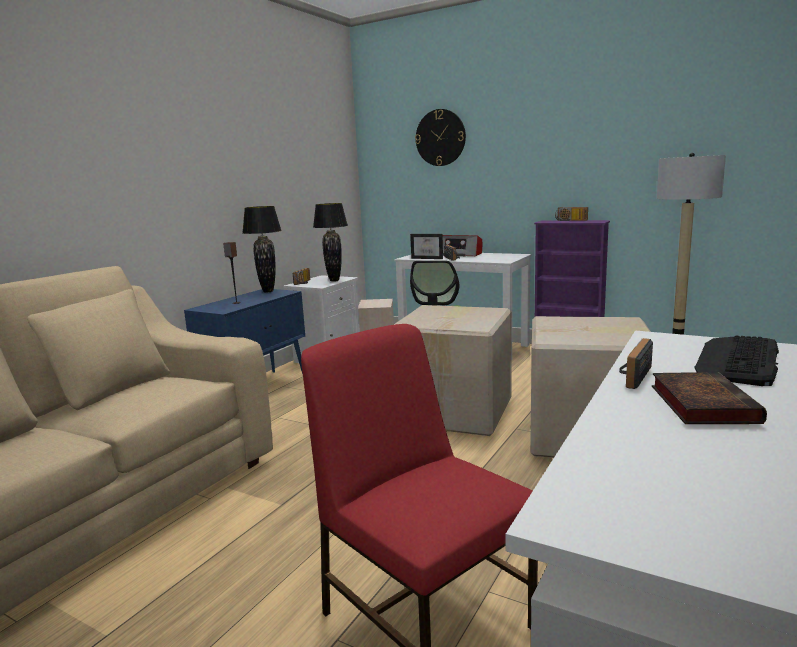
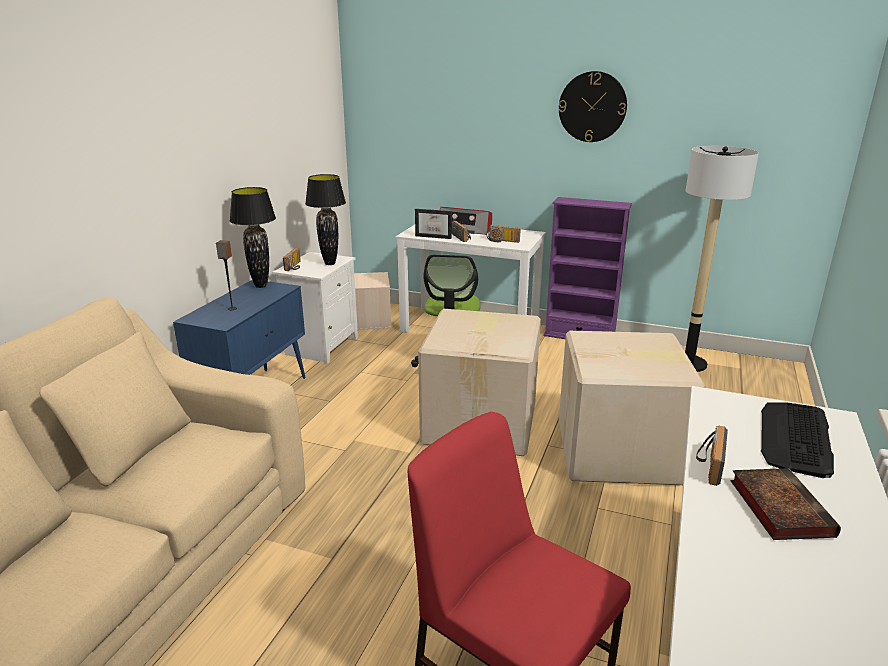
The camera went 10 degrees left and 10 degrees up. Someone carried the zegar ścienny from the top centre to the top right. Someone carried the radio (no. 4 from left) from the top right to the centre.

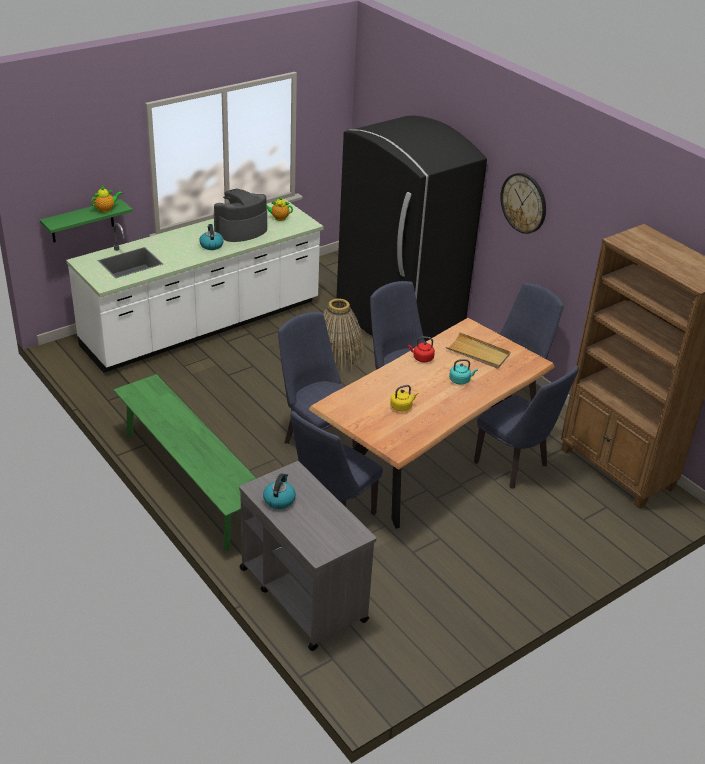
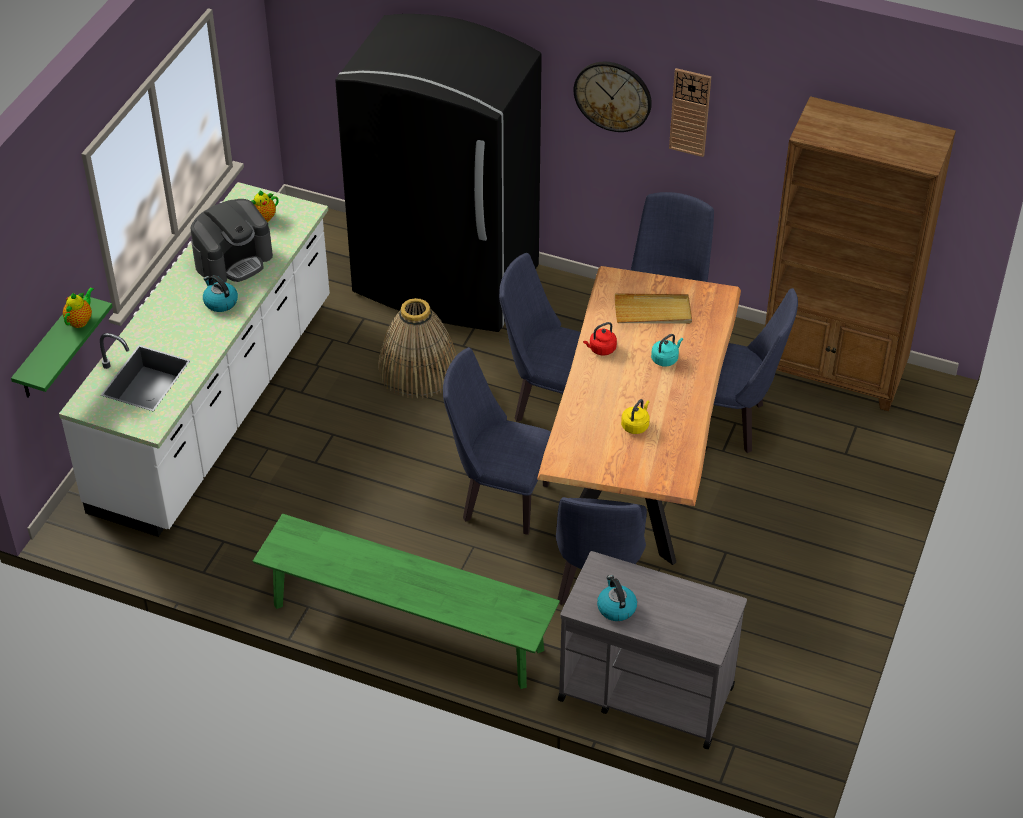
The camera went 30 degrees left and 10 degrees up. Someone put up the zegar ścienny (no. 2 from left) at the top right. Someone rotated the ekspres do kawy at the top centre by 150 degrees counterclockwise.

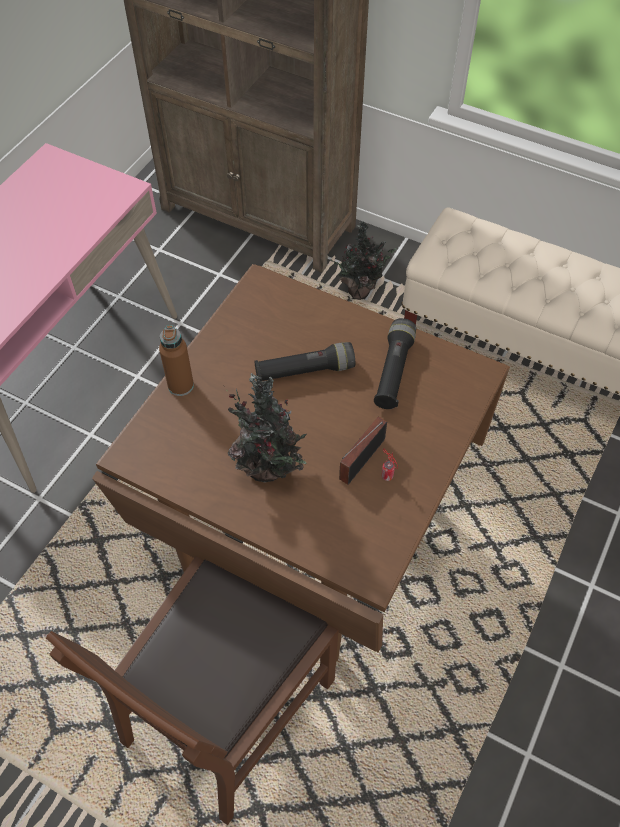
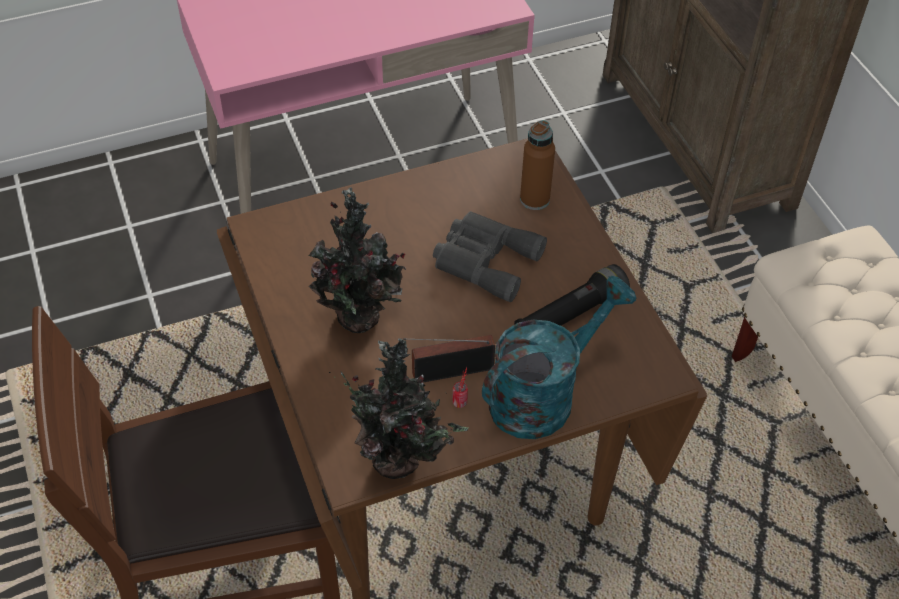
The camera went 40 degrees right and 5 degrees down. Someone put down the konewka (turkusowy) at the centre. Someone carried the butelka (brązowy) from the middle left to the top centre. Someone carried the roślina doniczkowa (no. 2 from left) from the top centre to the bottom centre. Someone swapped the latarka (czarny) (no. 1 from left) at the centre for the lornetka (szary) at the centre.

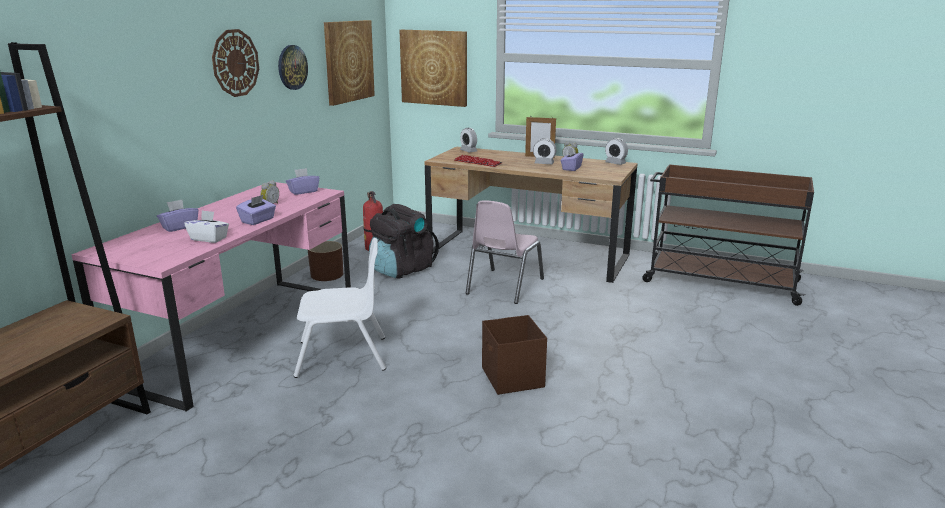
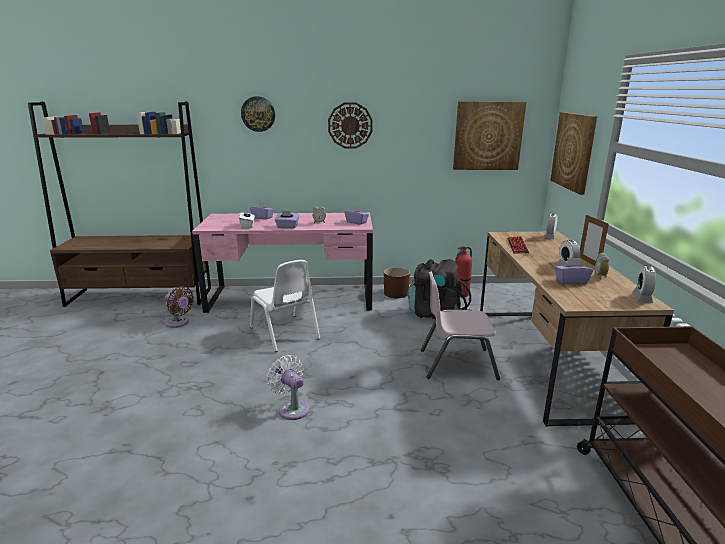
The camera went 65 degrees right and 0 degrees up. Someone put down the wentylator (brązowy) at the middle left. Someone carried the zegar ścienny (no. 2 from left in the first image) from the top left to the top centre. Someone swapped the pojemnik do przechowywania (brązowy) at the bottom centre for the wentylator (biały) at the bottom centre.

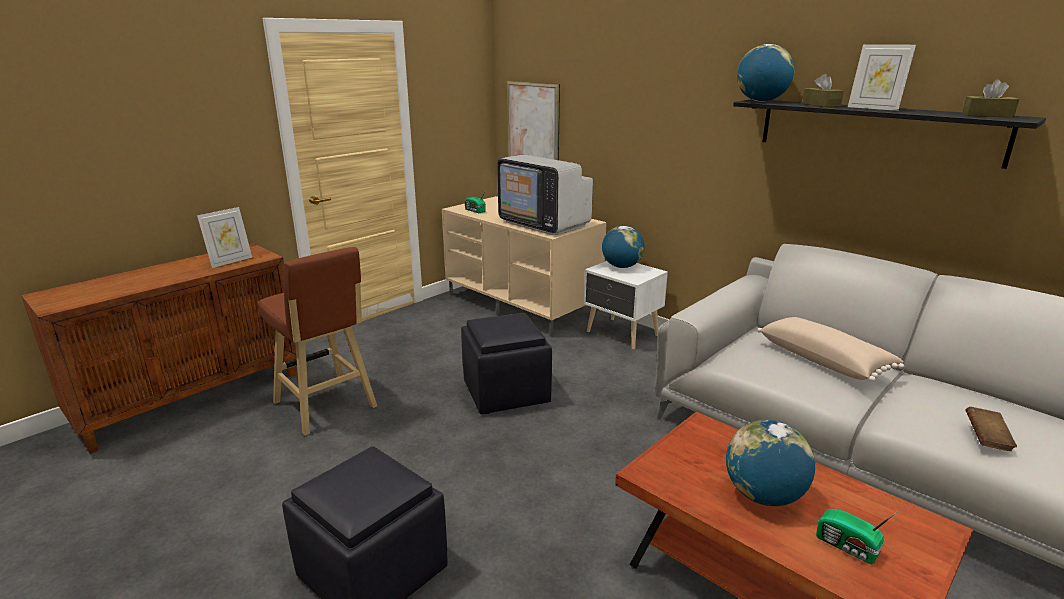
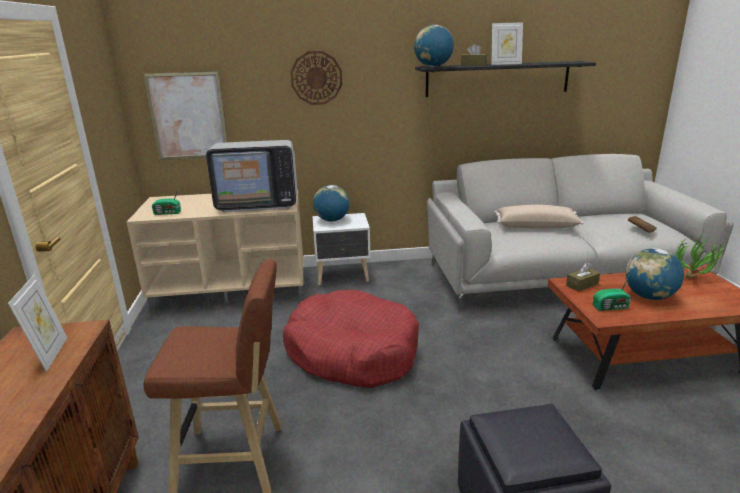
The camera went 50 degrees left and 0 degrees up. Someone put up the zegar ścienny at the top centre. Someone put down the roślina doniczkowa at the middle right. Someone carried the radio (no. 2 from left) from the bottom right to the middle right. Someone carried the pudełko chusteczek (brązowy) (no. 2 from left) from the top right to the middle right. Someone swapped the pufa (czarny) (no. 2 from left) at the centre for the legowisko (czerwony) at the bottom centre.

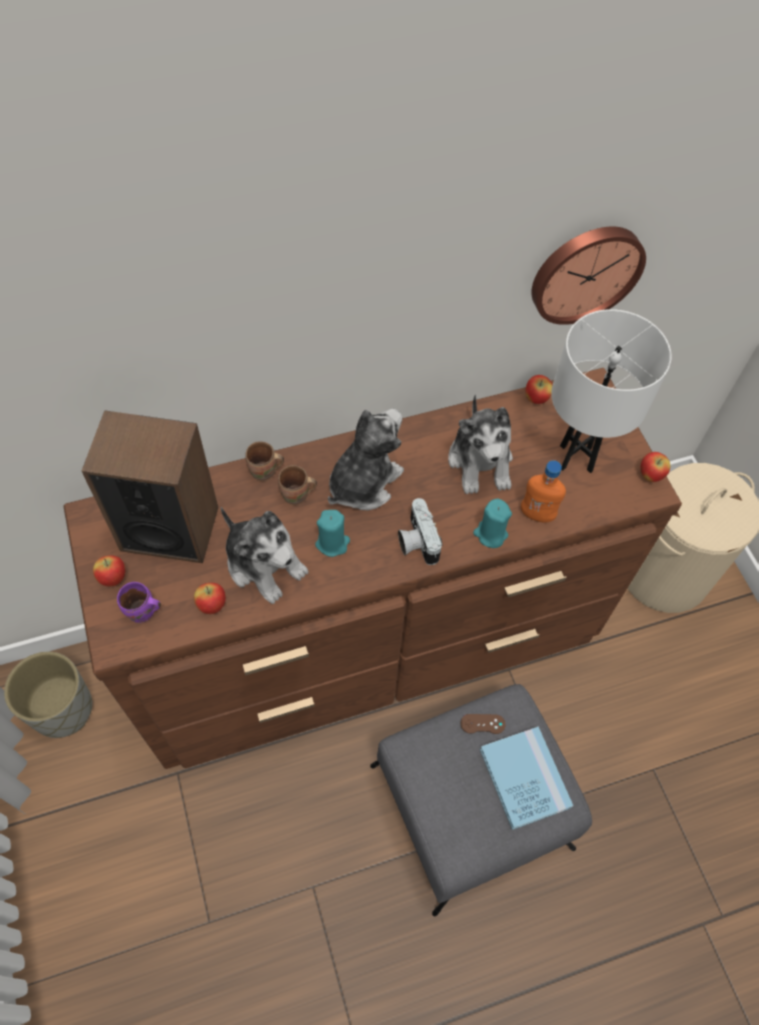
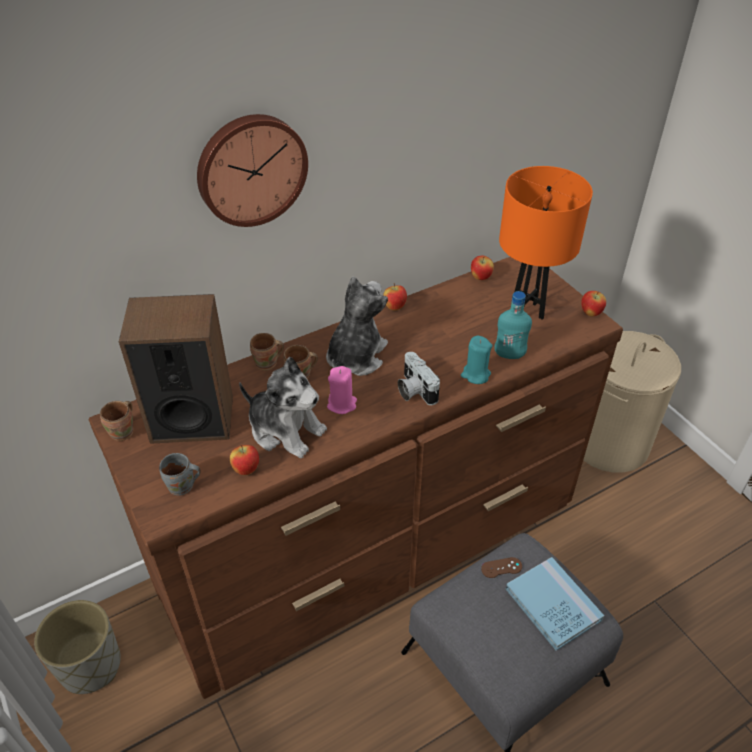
The camera went 10 degrees left and 15 degrees down. Someone took away the pluszak (no. 3 from left) at the centre. Someone put down the kubek (brązowy) (no. 1 from left) at the middle left. Someone carried the jabłko (no. 1 from left in the first image) from the middle left to the centre. Someone carried the zegar ścienny from the top right to the top centre. Someone repainted the kubek (fioletowy) at the middle left, which became the kubek (szary) at the middle left. Someone repainted the świeca (turkusowy) (no. 1 from left) at the centre, which became the świeca (różowy) at the centre. Someone repainted the butelka (pomarańczowy) at the middle right, which became the butelka (turkusowy) at the middle right. Someone repainted the lampa stołowa (biały) at the middle right, which became the lampa stołowa (pomarańczowy) at the top right.

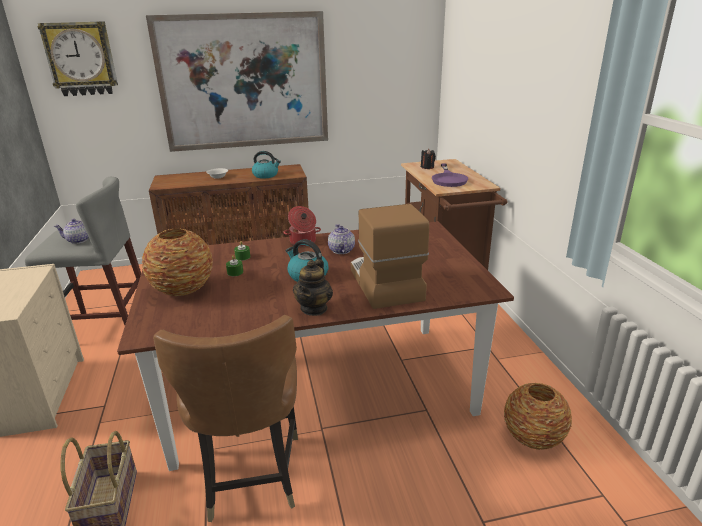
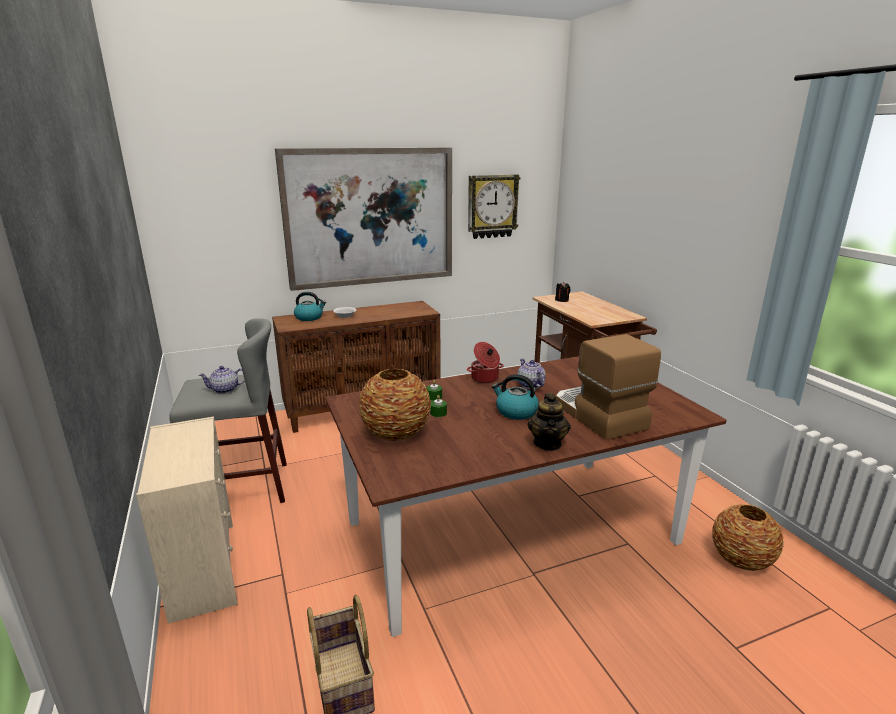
The camera went 10 degrees left and 5 degrees down. Someone took away the krzesło (brązowy) at the bottom left. Someone took away the patelnia (fioletowy) at the top centre. Someone carried the zegar ścienny from the top left to the top centre. Someone carried the czajnik (no. 1 from left) from the top centre to the centre.

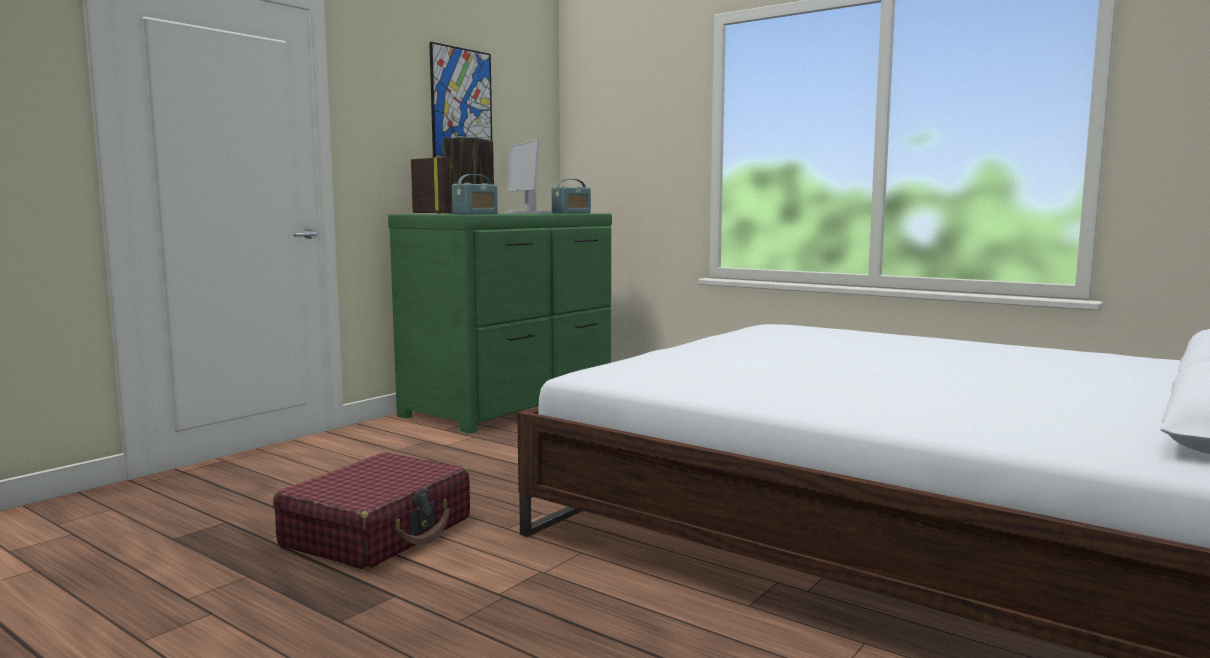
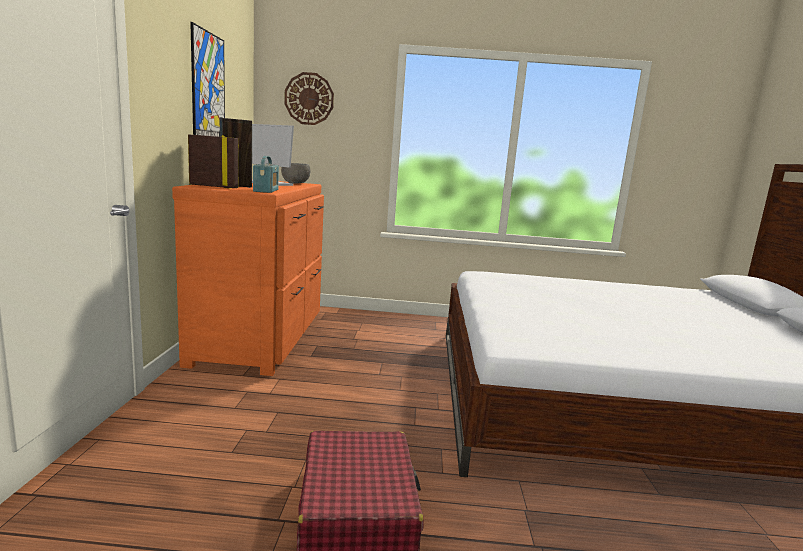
The camera went 35 degrees left and 5 degrees up. Someone put up the zegar ścienny at the top centre. Someone swapped the radio (no. 2 from left) at the top centre for the miska (szary) at the top centre. Someone repainted the komoda (zielony) at the centre, which became the komoda (pomarańczowy) at the middle left.

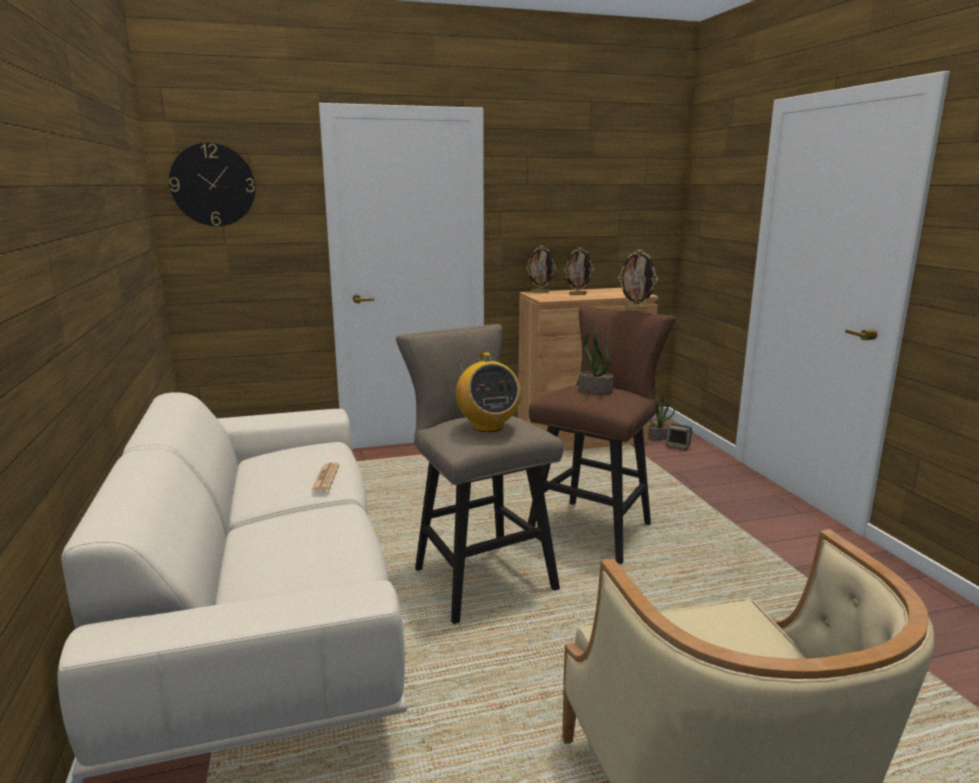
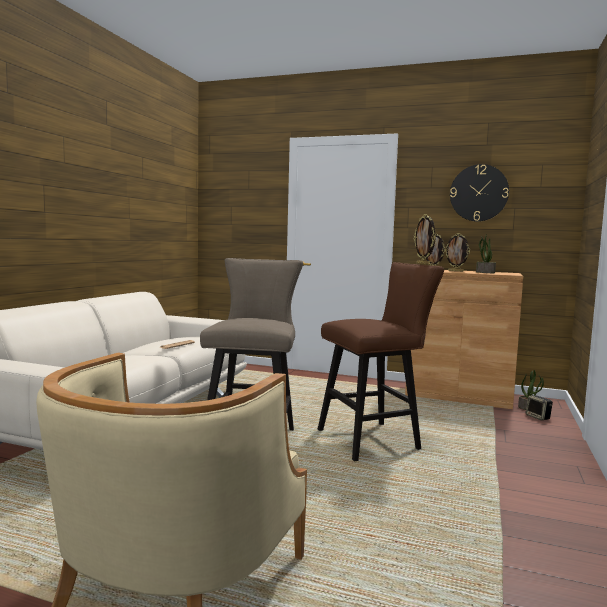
The camera went 35 degrees right and 10 degrees down. Someone took away the radio at the centre. Someone carried the zegar ścienny from the top left to the top right. Someone carried the roślina doniczkowa (no. 1 from left) from the centre to the middle right.

